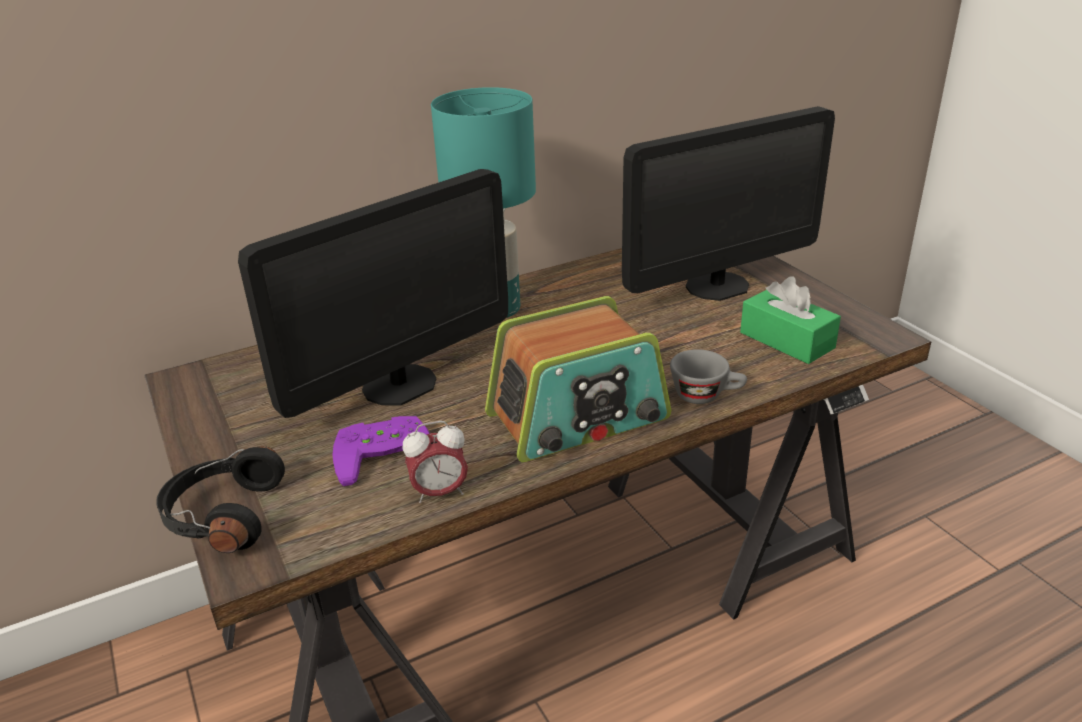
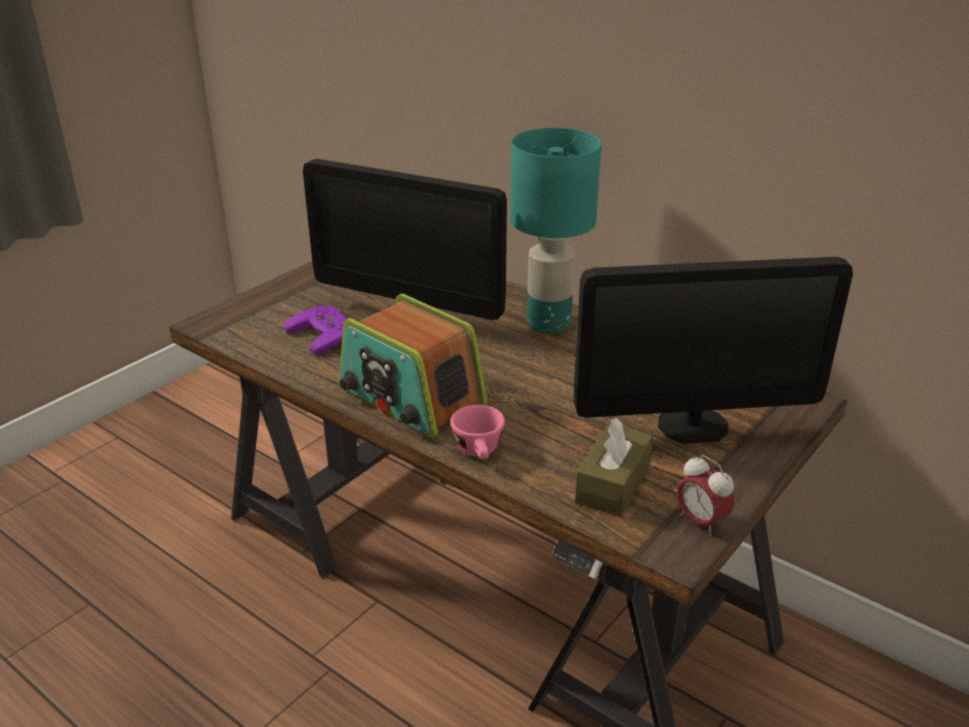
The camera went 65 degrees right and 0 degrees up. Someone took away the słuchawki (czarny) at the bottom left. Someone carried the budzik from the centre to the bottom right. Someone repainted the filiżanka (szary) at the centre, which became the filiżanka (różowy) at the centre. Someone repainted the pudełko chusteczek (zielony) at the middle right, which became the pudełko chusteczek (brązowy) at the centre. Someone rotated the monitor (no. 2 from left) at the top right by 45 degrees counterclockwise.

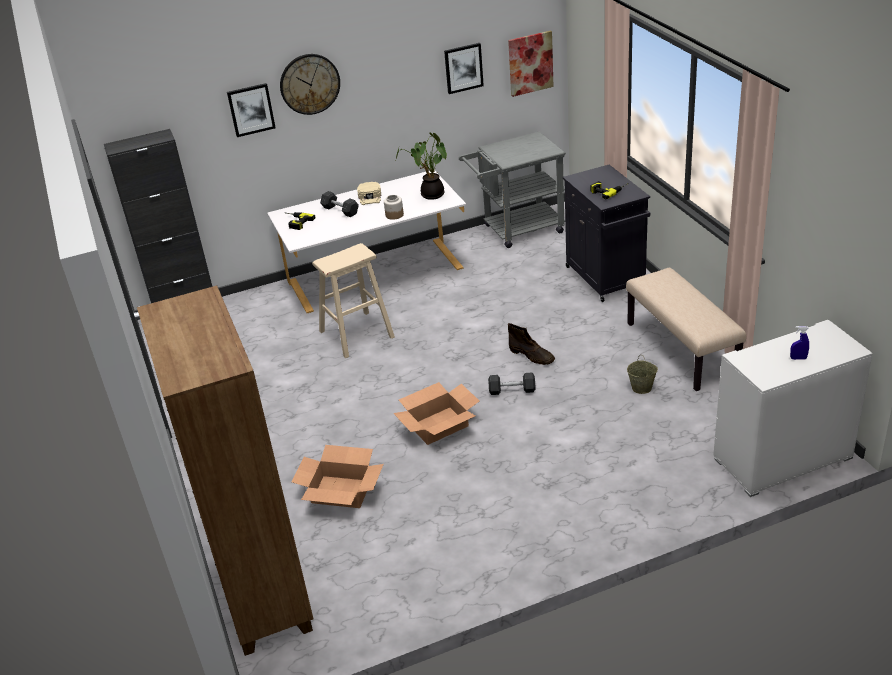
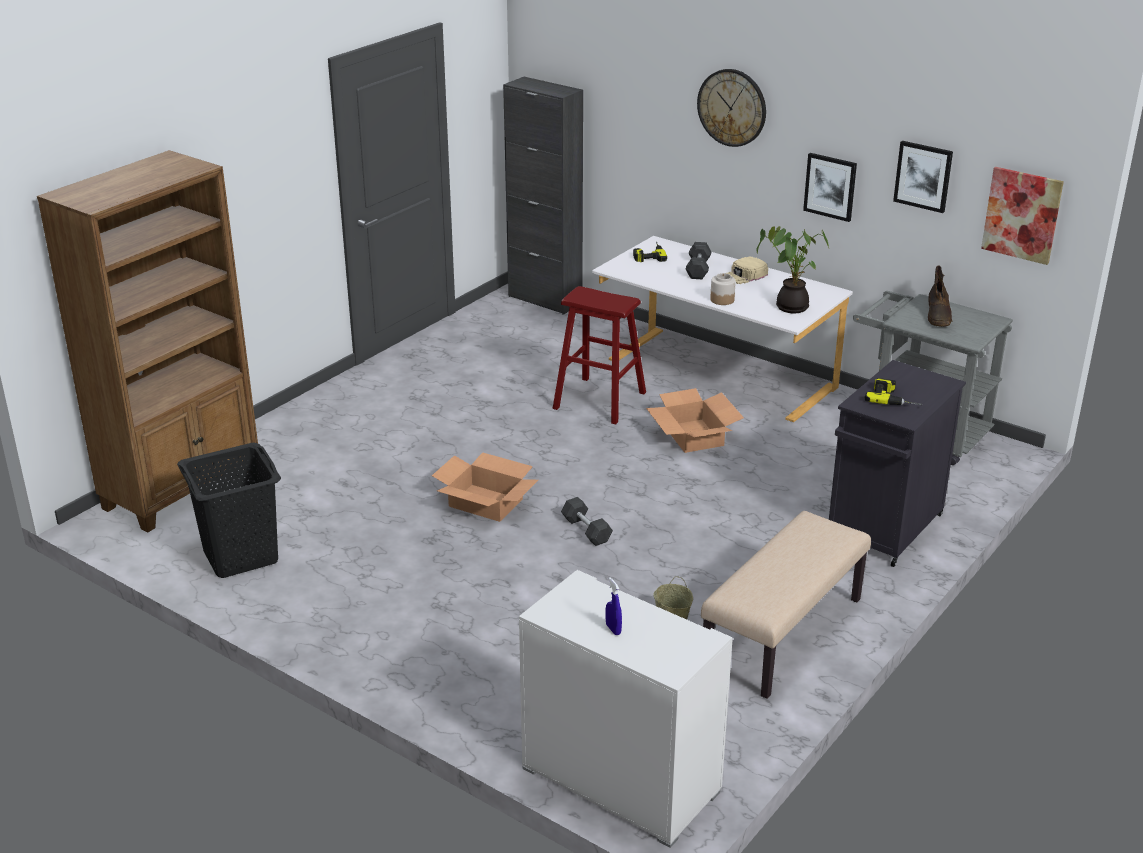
The camera went 55 degrees right and 5 degrees down. Someone put down the kosz na pranie (czarny) at the middle left. Someone carried the obraz (no. 1 from left) from the top left to the top right. Someone carried the karton (no. 1 from left in the first image) from the bottom centre to the centre. Someone carried the but z cholewką (brązowy) from the centre to the middle right. Someone repainted the stołek (beżowy) at the centre, which became the stołek (czerwony) at the centre.

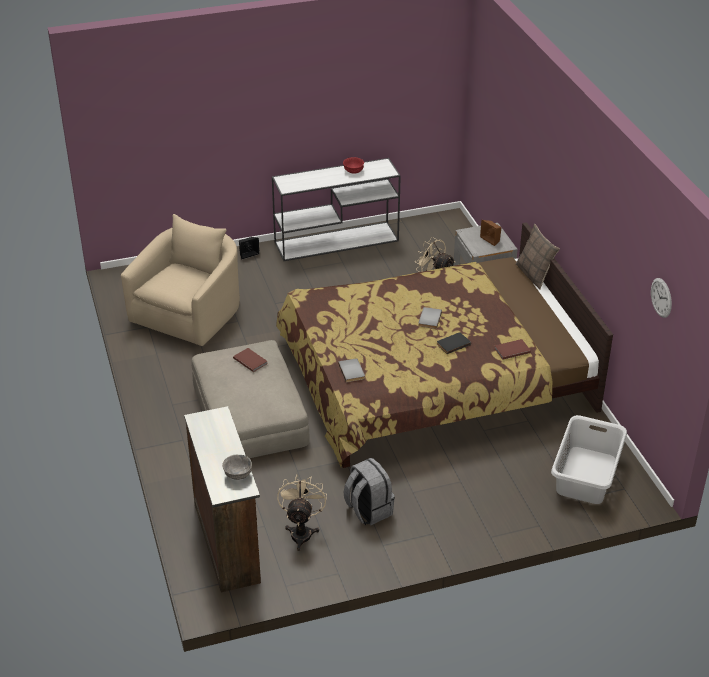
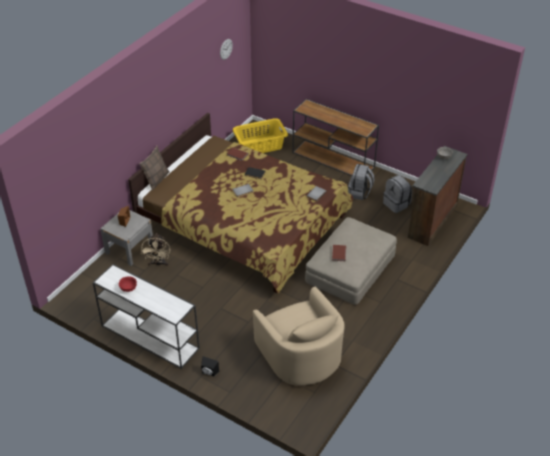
The camera went 130 degrees left and 5 degrees up. Someone put down the stolik konsolowy (brązowy) at the top centre. Someone swapped the wentylator (beżowy) (no. 1 from left) at the bottom centre for the plecak (szary) (no. 2 from left) at the middle right. Someone repainted the kosz na pranie (szary) at the bottom right, which became the kosz na pranie (żółty) at the top centre. Someone rotated the fotel (beżowy) at the middle left by 105 degrees counterclockwise.

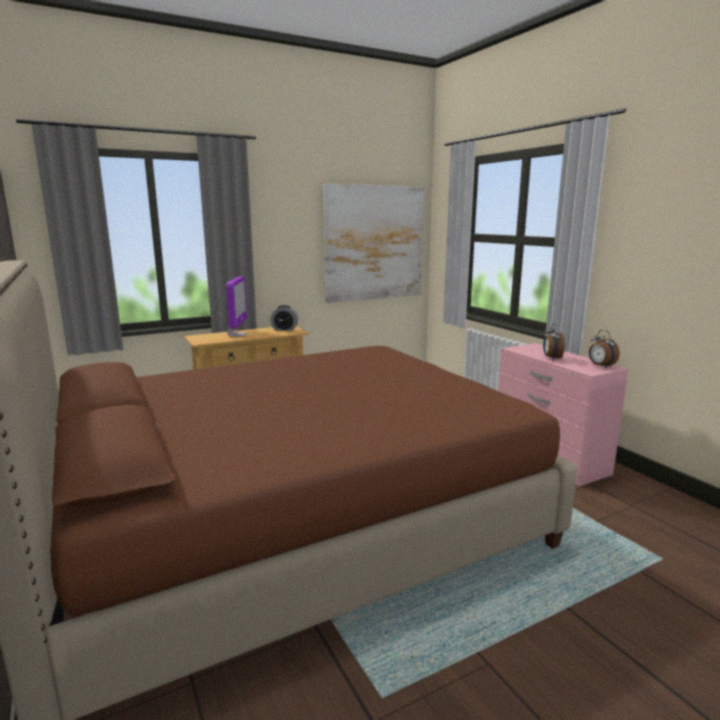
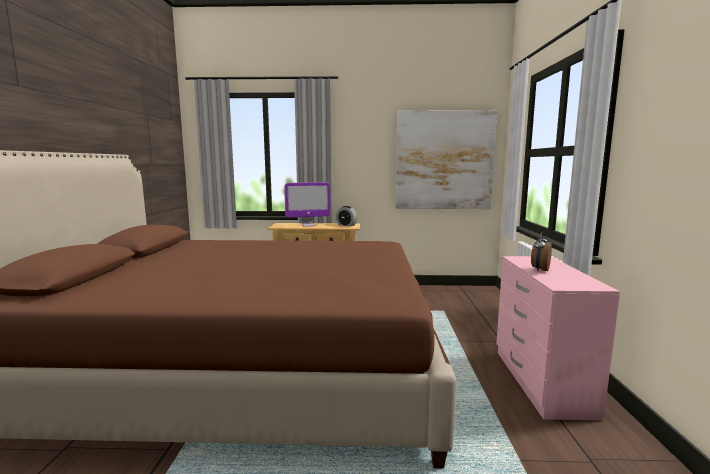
The camera went 30 degrees right and 5 degrees down. Someone took away the budzik (no. 3 from left) at the middle right. Someone rotated the monitor at the middle left by 45 degrees clockwise.

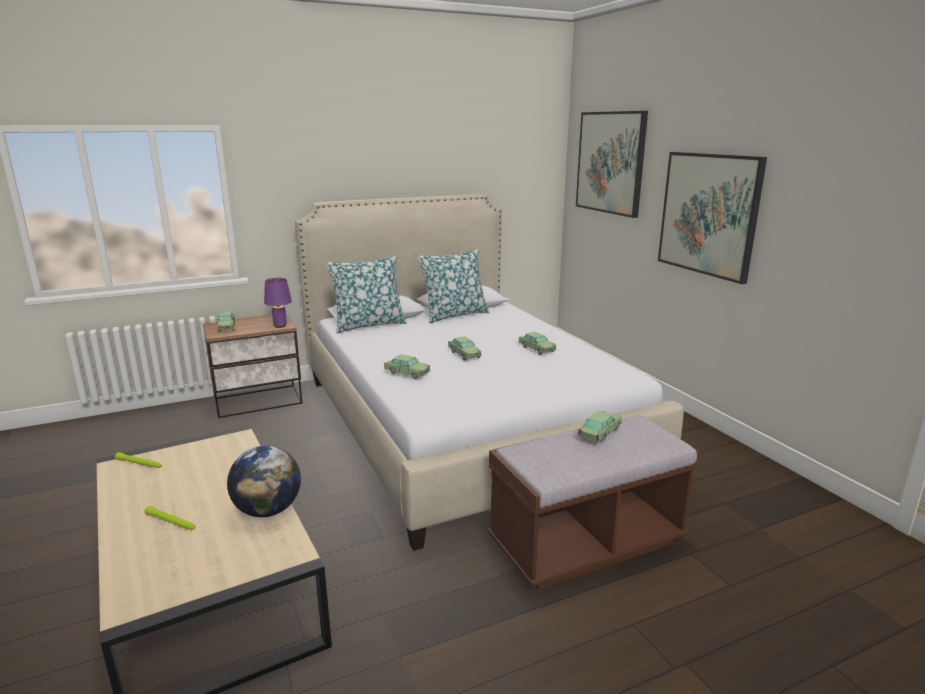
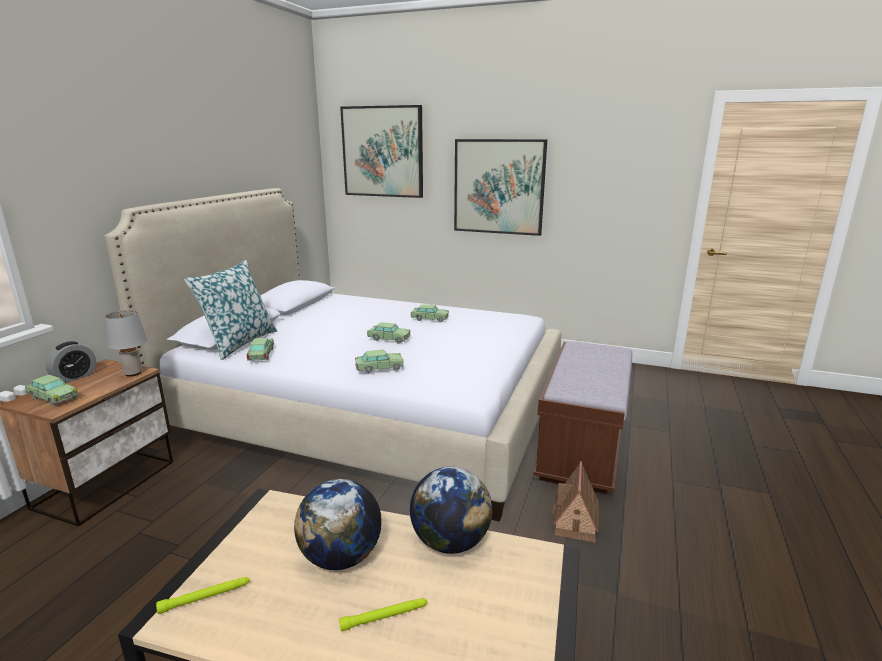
The camera went 45 degrees left and 0 degrees up. Someone took away the poduszka (no. 2 from left) at the centre. Someone put down the budzik at the middle left. Someone put down the globus (no. 1 from left) at the bottom centre. Someone put down the domek at the bottom centre. Someone carried the samochodzik (no. 5 from left in the first image) from the centre to the middle left. Someone repainted the lampa stołowa (fioletowy) at the middle left, which became the lampa stołowa (szary) at the middle left.

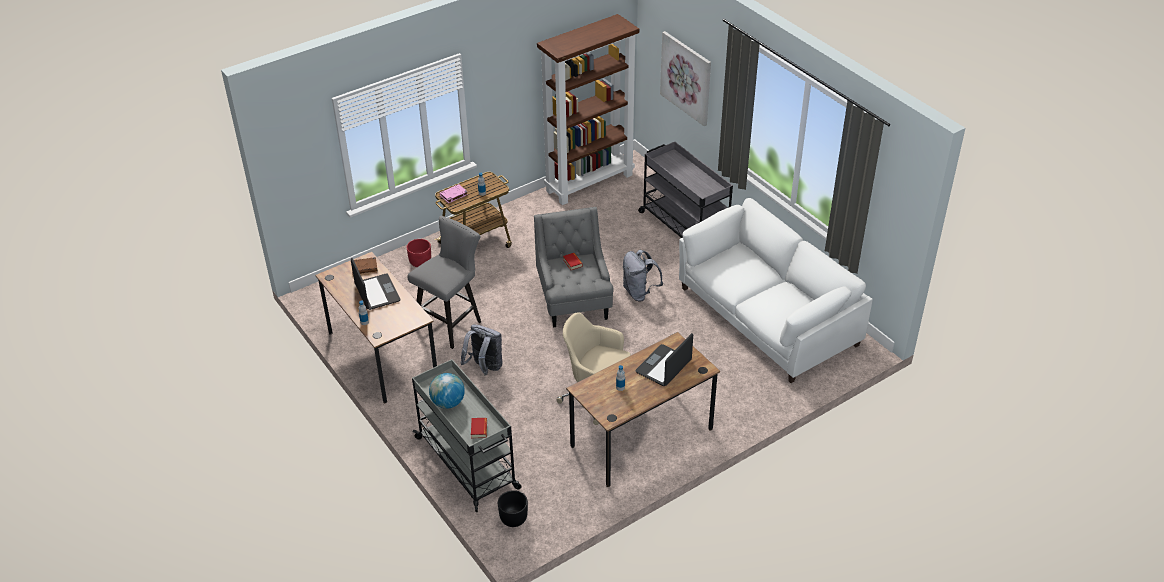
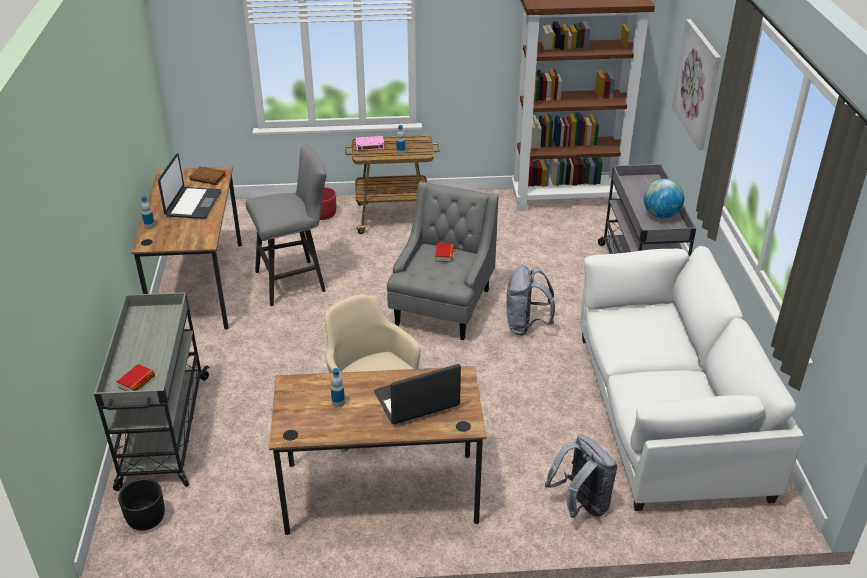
The camera went 30 degrees right and 5 degrees down. Someone carried the globus from the bottom centre to the middle right. Someone carried the plecak (szary) (no. 1 from left in the first image) from the centre to the bottom right.

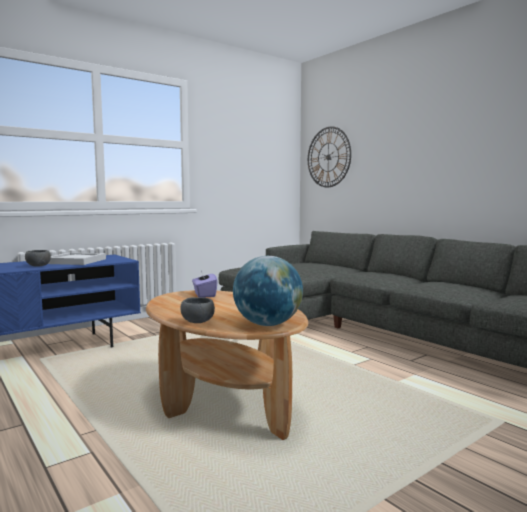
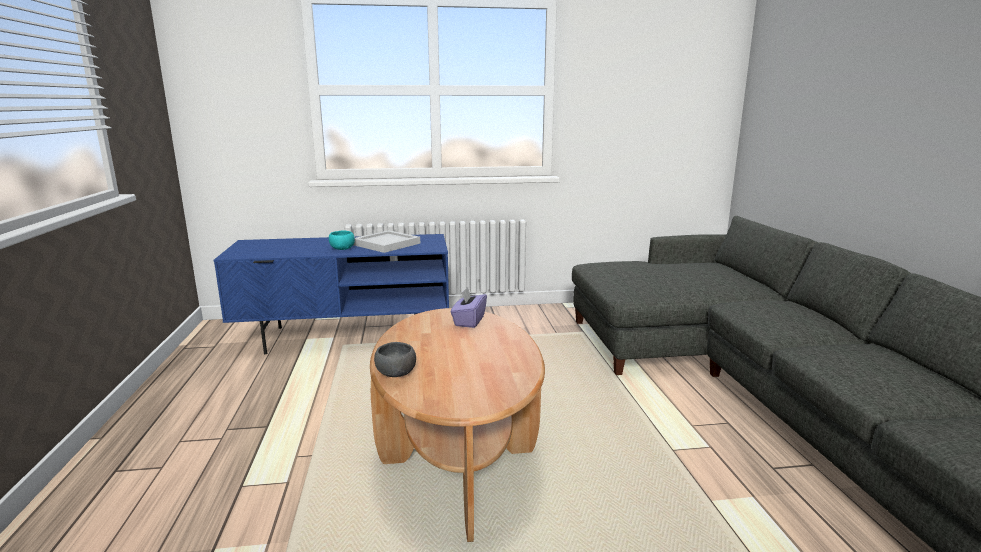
The camera went 30 degrees right and 10 degrees up. Someone took away the globus at the centre. Someone took away the zegar ścienny at the top centre. Someone repainted the miska (szary) (no. 1 from left) at the middle left, which became the miska (turkusowy) at the centre.

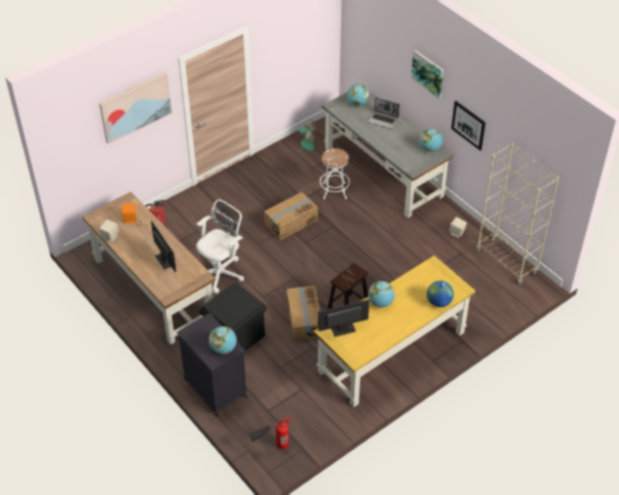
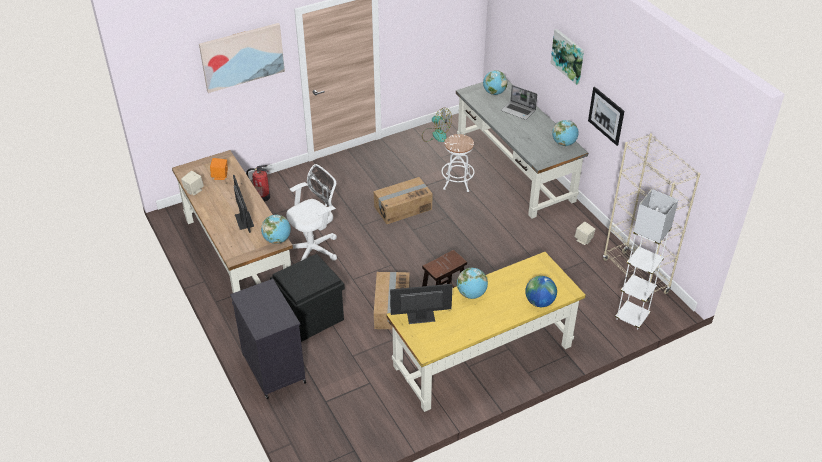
The camera went 10 degrees right and 5 degrees down. Someone took away the gaśnica (no. 2 from left) at the bottom centre. Someone put down the lampa stojąca (biały) at the middle right. Someone carried the globus (no. 1 from left) from the bottom centre to the centre.

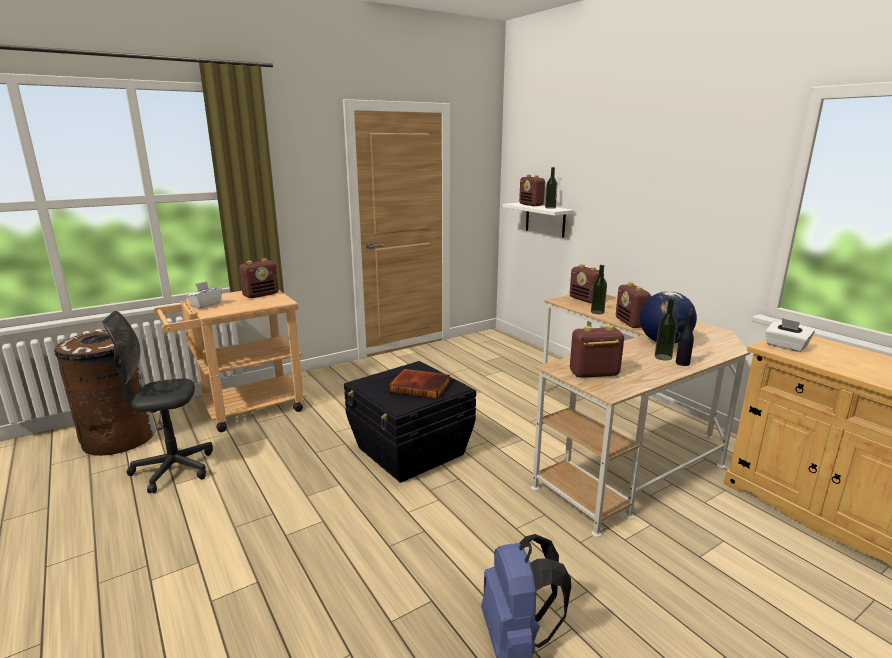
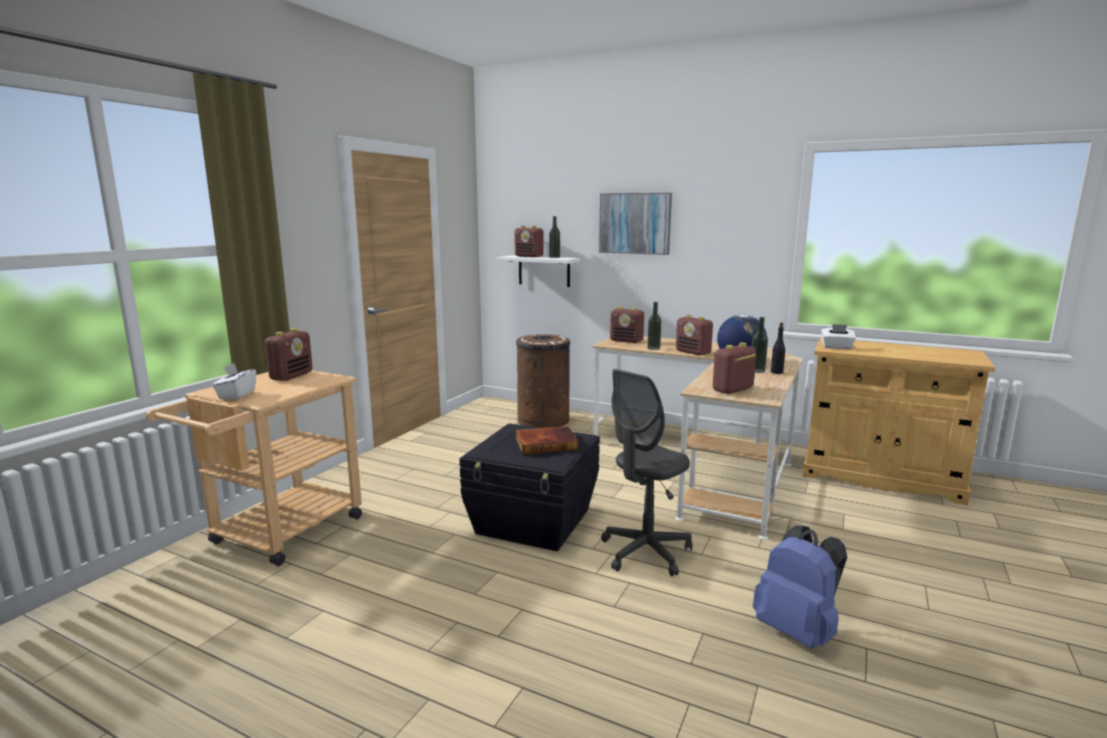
The camera went 30 degrees left and 5 degrees down. Someone put up the obraz at the top centre. Someone carried the kosz na śmieci (brązowy) from the middle left to the centre. Someone carried the krzesło biurowe (szary) from the middle left to the centre.

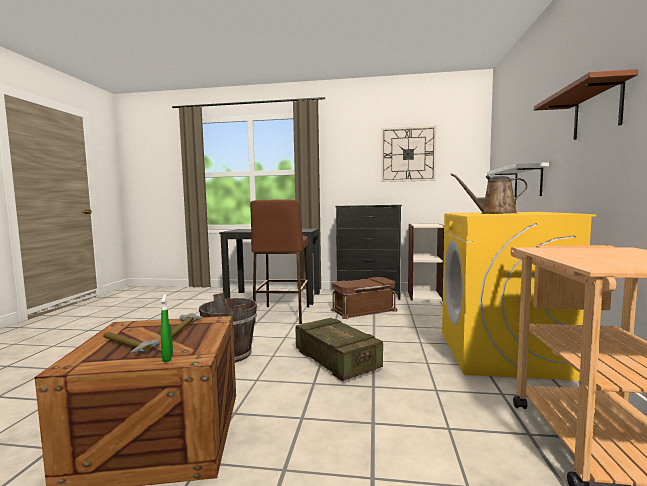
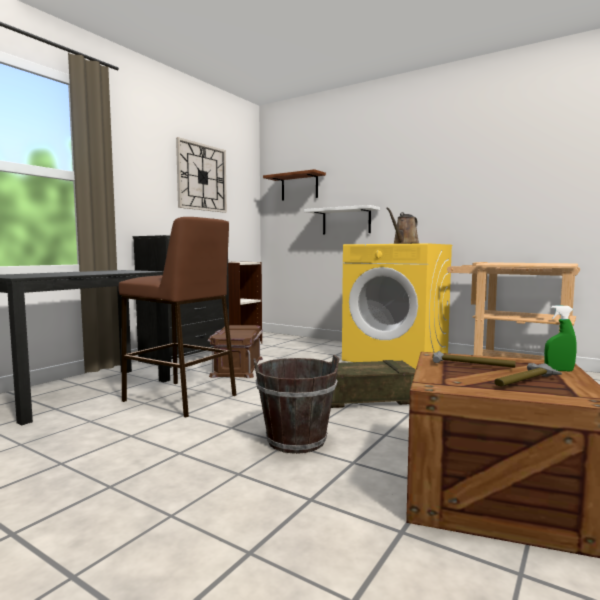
The camera went 65 degrees left and 0 degrees up. Someone carried the półka (brązowy) from the top right to the top centre.

